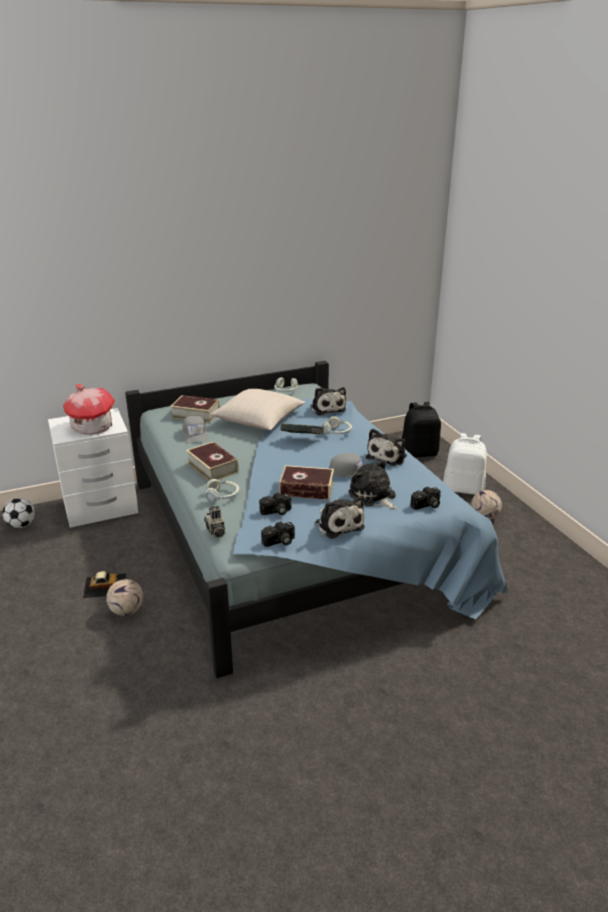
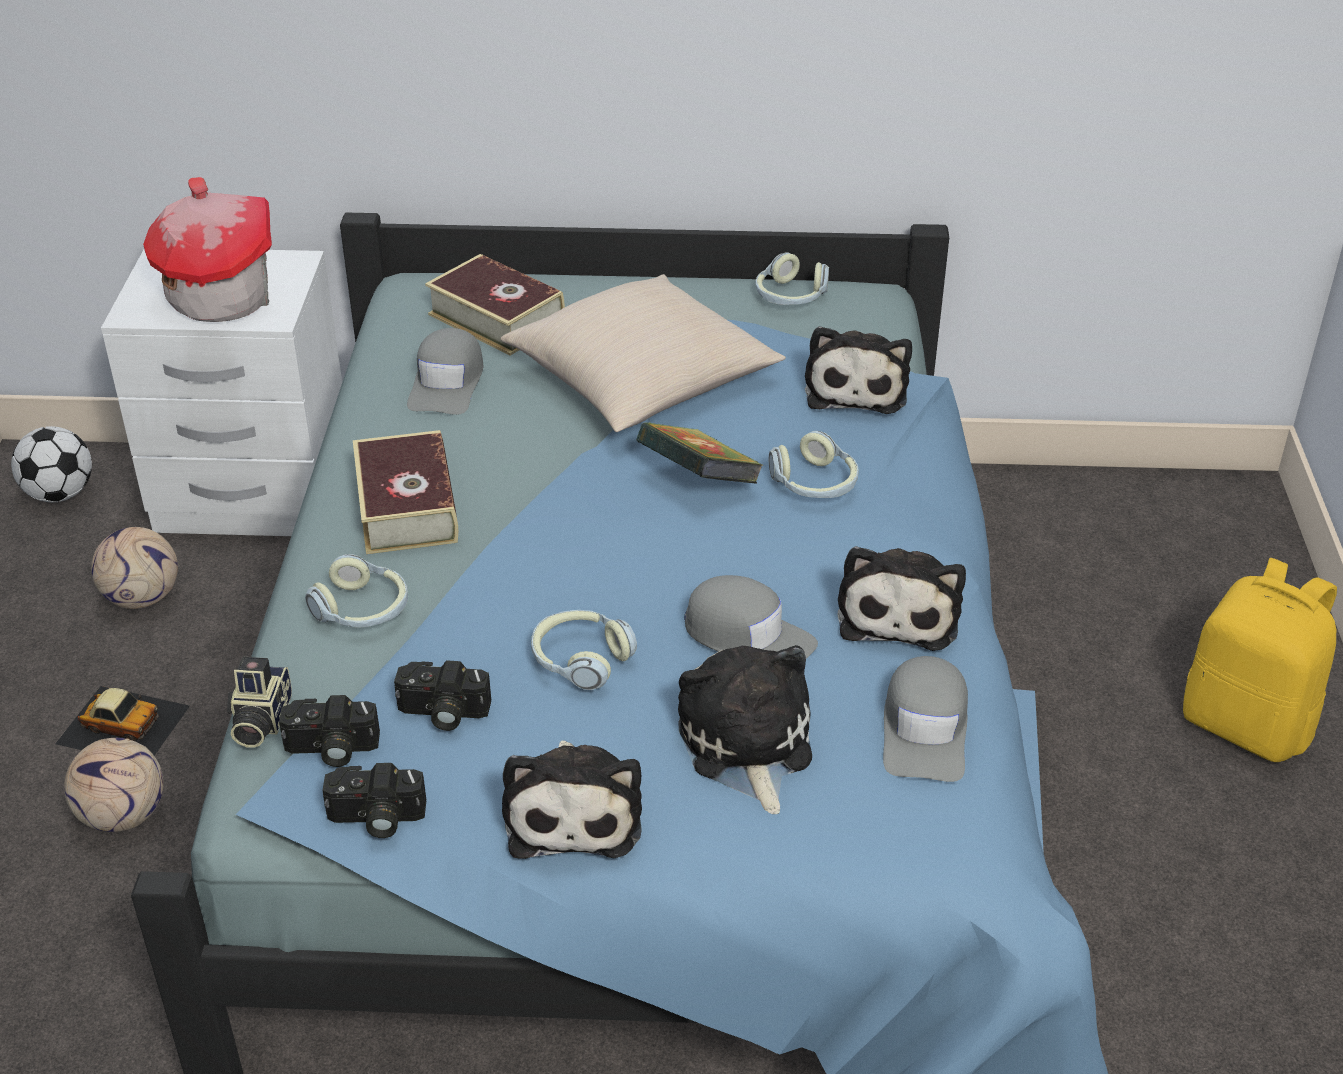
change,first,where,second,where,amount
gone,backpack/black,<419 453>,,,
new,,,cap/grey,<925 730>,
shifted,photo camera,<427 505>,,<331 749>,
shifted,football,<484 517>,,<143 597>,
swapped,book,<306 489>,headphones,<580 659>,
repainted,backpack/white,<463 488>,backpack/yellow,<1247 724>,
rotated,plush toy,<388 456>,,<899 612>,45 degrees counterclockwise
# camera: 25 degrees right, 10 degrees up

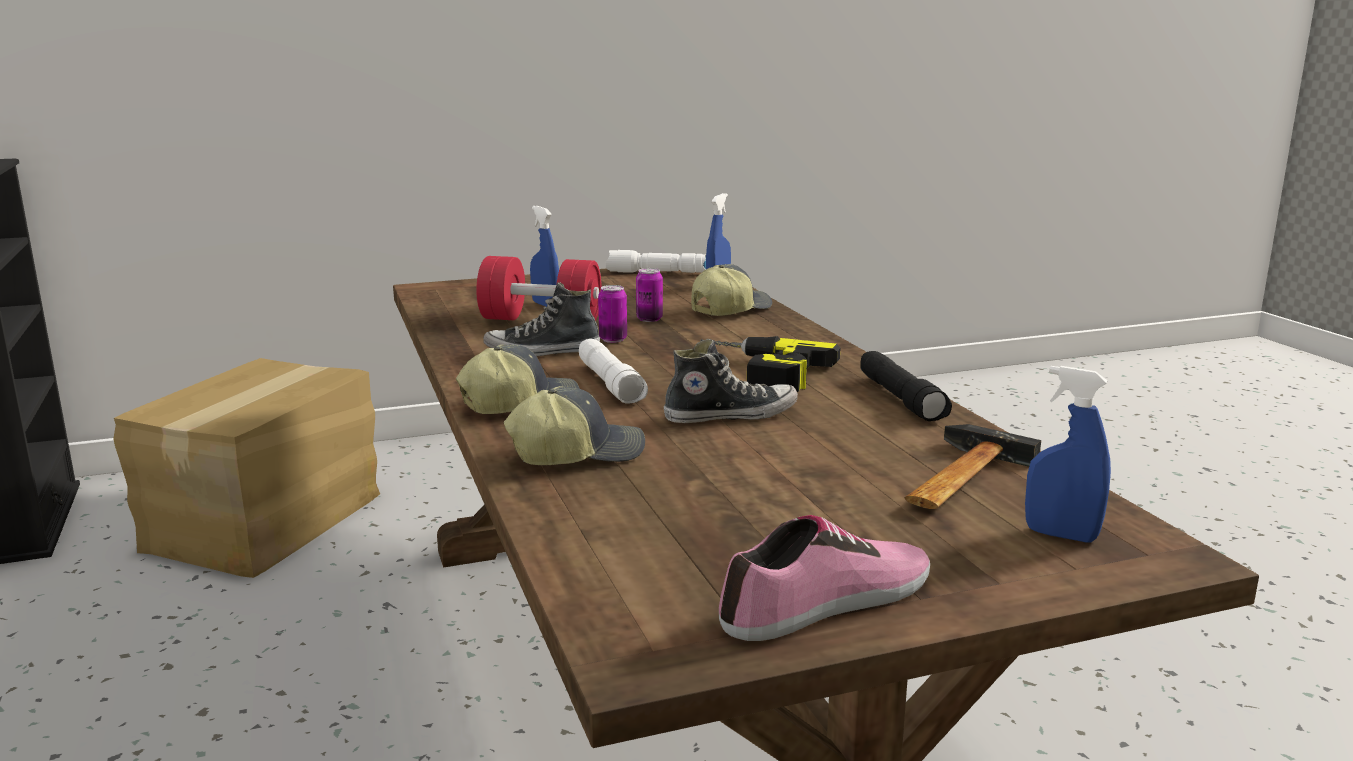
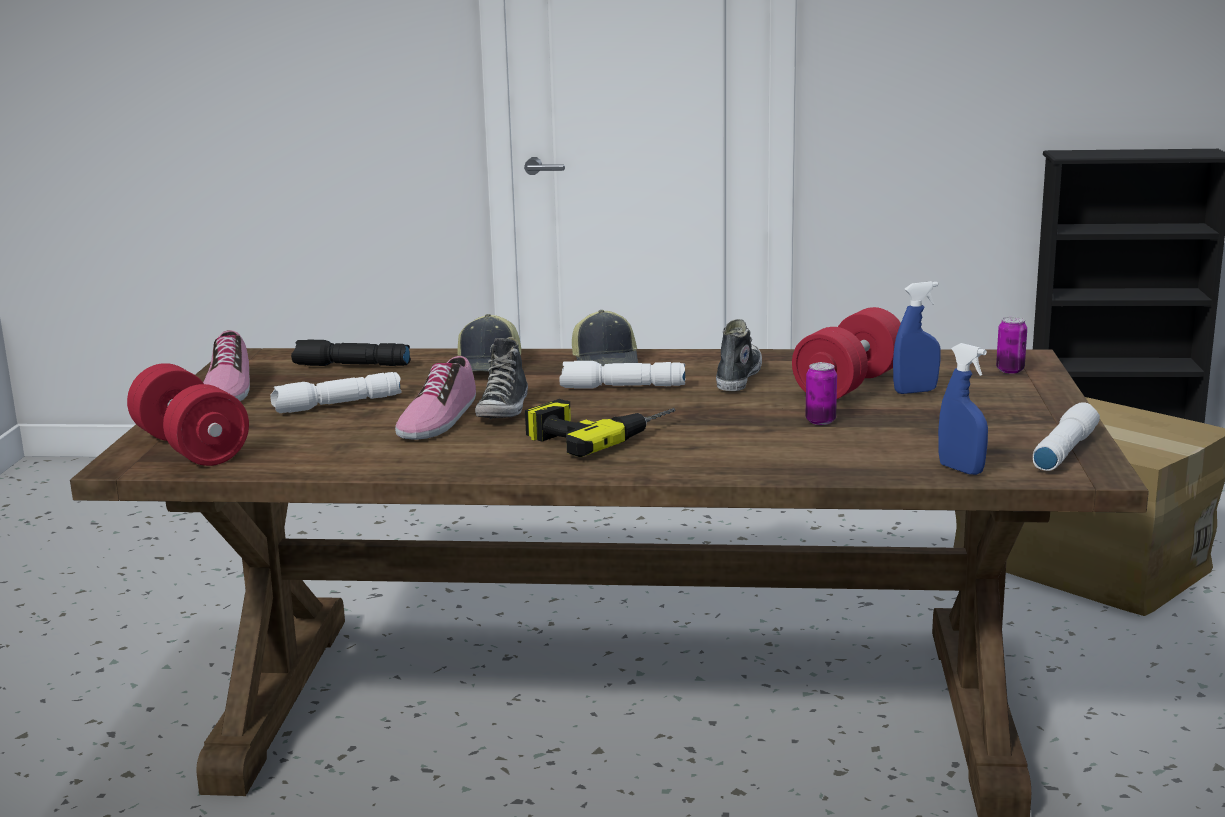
change,first,where,second,where,amount
gone,cap,<729 309>,,,
gone,hammer,<956 479>,,,
new,,,flashlight/white,<337 405>,
new,,,shoe,<437 419>,
shifted,can,<613 339>,,<1010 370>,
shifted,flashlight/black,<902 399>,,<351 366>,
swapped,spray bottle/blue,<1061 535>,dumbbell/red,<191 448>,
# camera: 115 degrees right, 0 degrees up

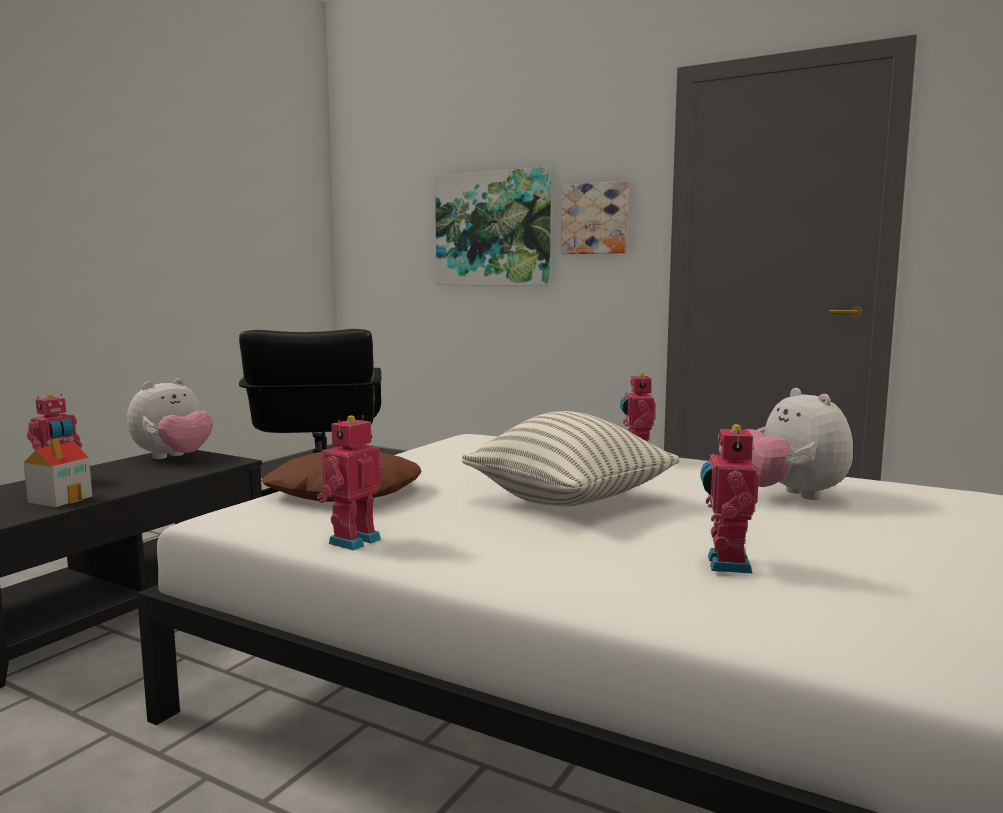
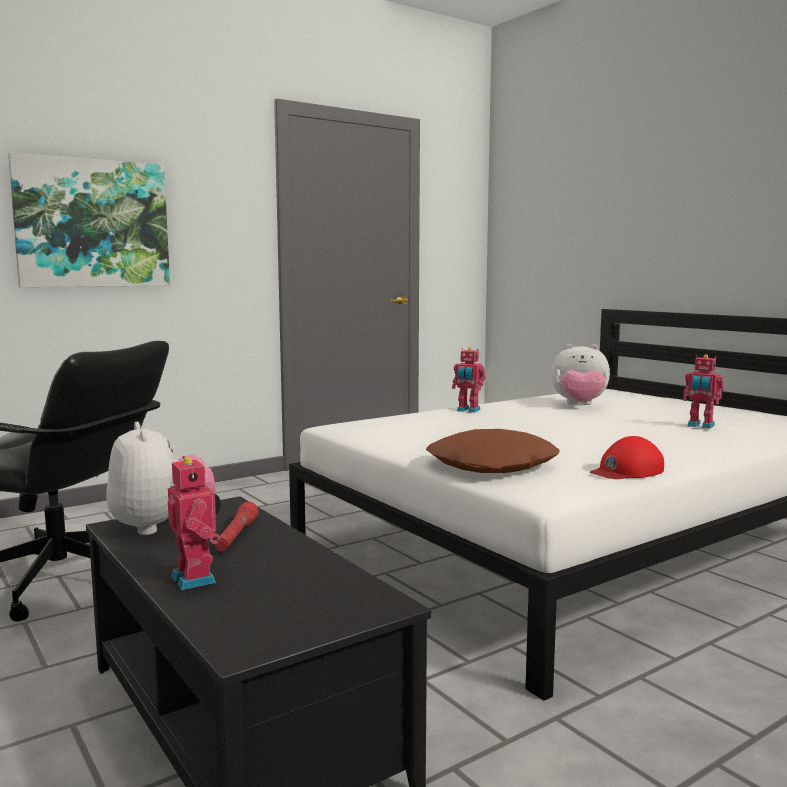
change,first,where,second,where,amount
gone,toy house,<61 499>,,,
gone,pillow,<569 502>,,,
gone,picture,<595 219>,,,
new,,,flashlight/red,<236 536>,
swapped,toy robot,<352 540>,cap/red,<626 471>,
# camera: 65 degrees left, 0 degrees up

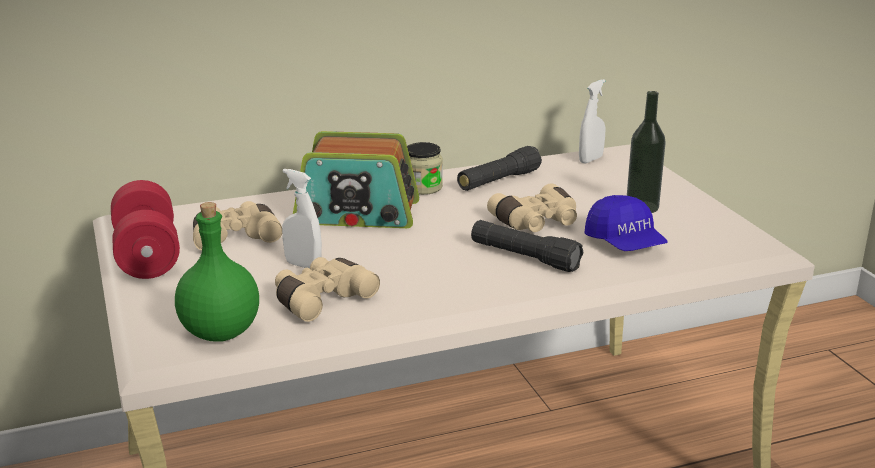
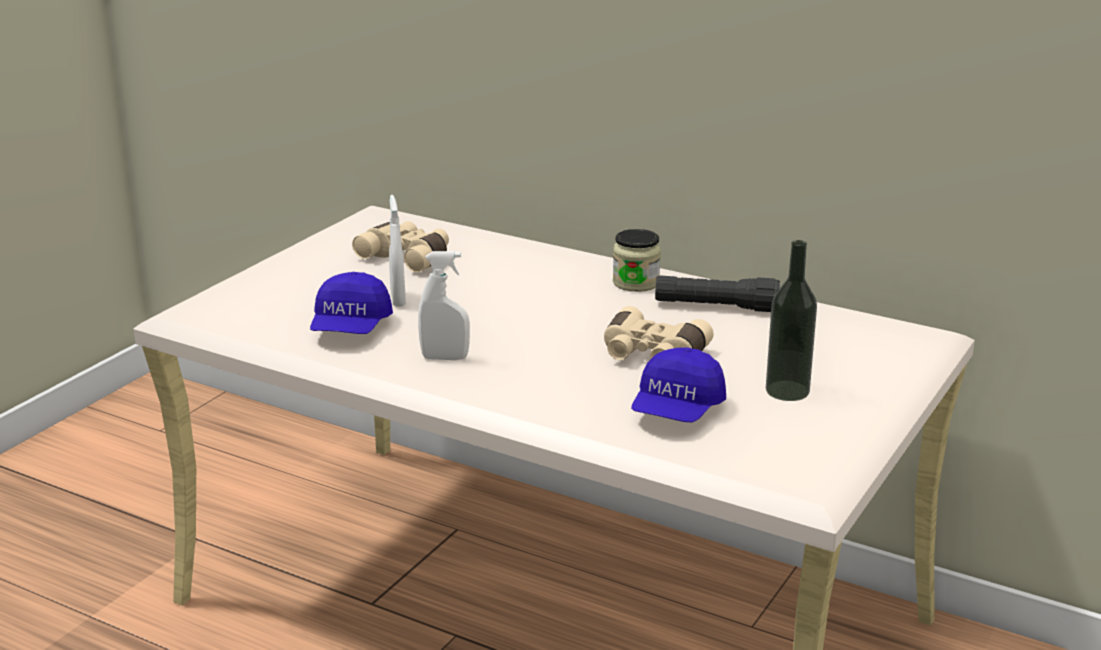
change,first,where,second,where,amount
gone,dumbbell/red,<147 255>,,,
gone,bottle/green,<221 333>,,,
gone,radio,<357 213>,,,
gone,flashlight/black,<524 257>,,,
shifted,spray bottle/white,<590 159>,,<445 358>,
swapped,binoculars/beige,<321 299>,cap/blue,<350 328>,
# camera: 50 degrees right, 0 degrees up

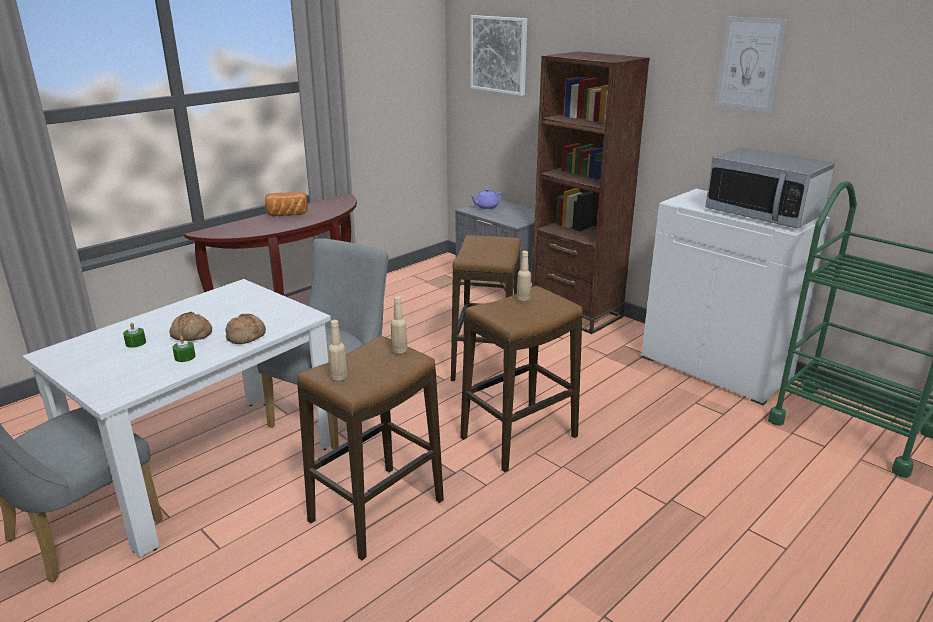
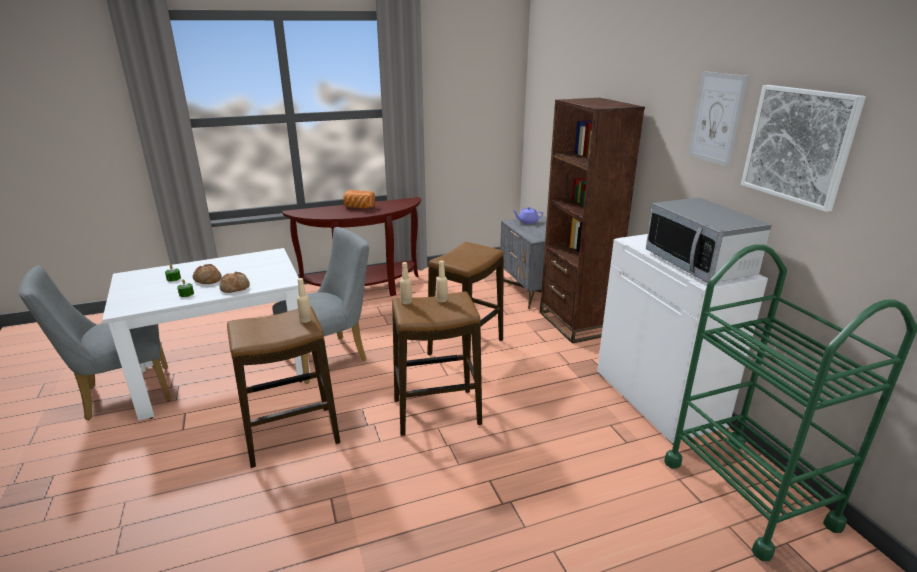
change,first,where,second,where,amount
shifted,bottle/beige,<339 378>,,<406 302>,
shifted,picture,<499 54>,,<798 145>,
# camera: 25 degrees right, 0 degrees up

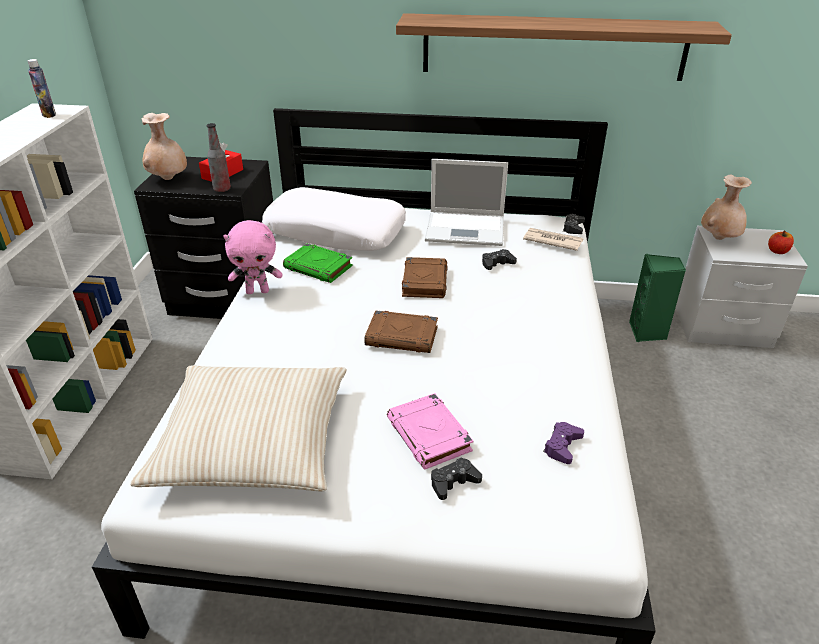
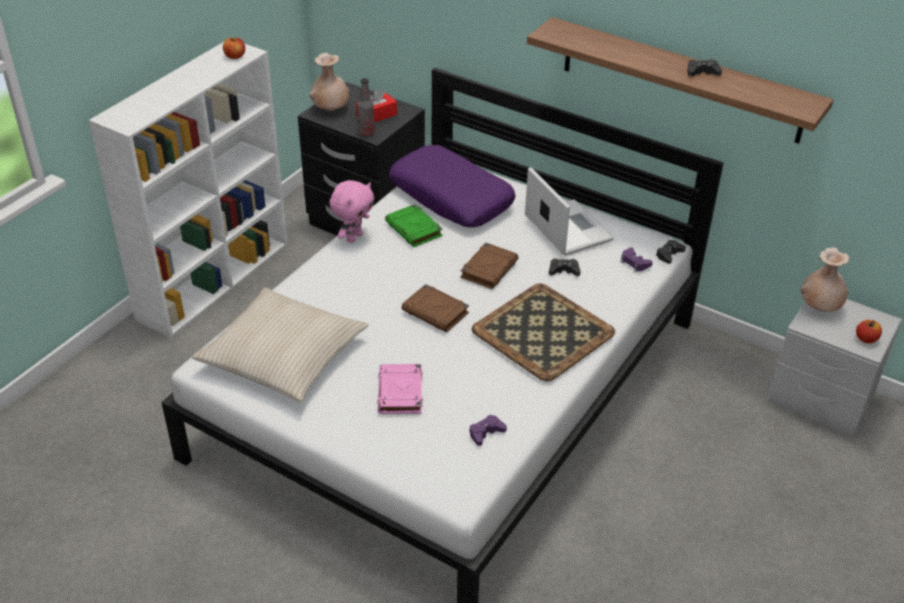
change,first,where,second,where,amount
gone,speaker/green,<647 332>,,,
new,,,tray,<544 332>,
shifted,game controller/black,<453 482>,,<702 72>,
swapped,bottle,<49 115>,apple,<235 56>,
swapped,newspaper,<552 241>,game controller/purple,<634 263>,
repainted,pillow/white,<336 232>,pillow/purple,<452 197>,
rotated,plush toy/pink,<258 291>,,<354 237>,75 degrees counterclockwise
rotated,laptop,<467 229>,,<566 227>,150 degrees counterclockwise
# camera: 25 degrees right, 5 degrees up

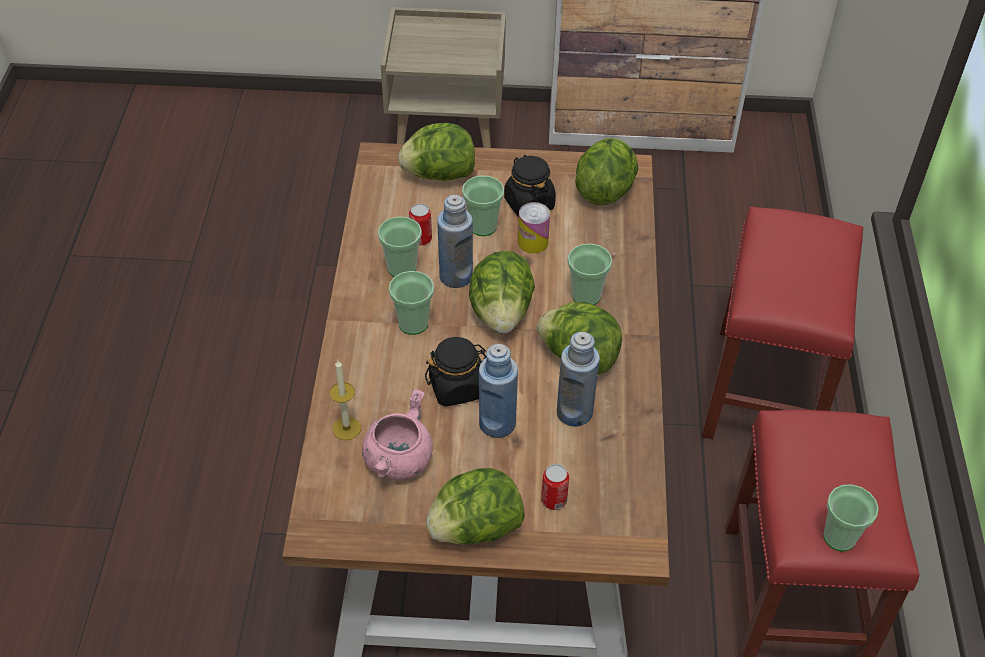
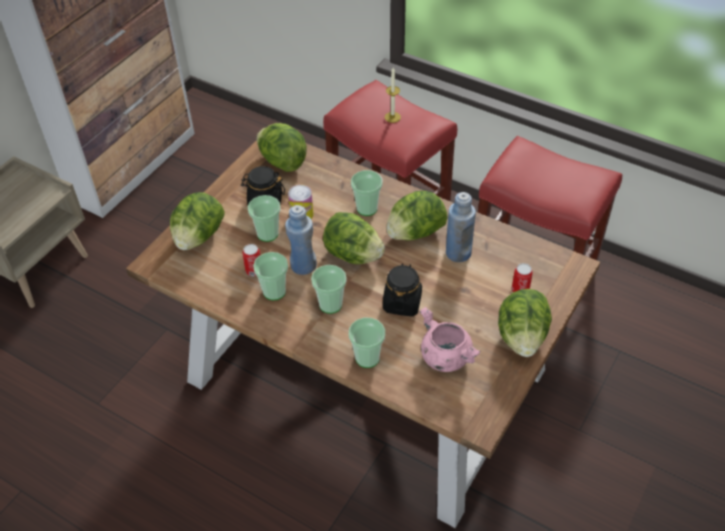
change,first,where,second,where,amount
gone,bottle/blue,<497 423>,,,
shifted,candle,<346 428>,,<392 117>,
shifted,cup,<839 537>,,<367 358>,
# camera: 60 degrees left, 0 degrees up

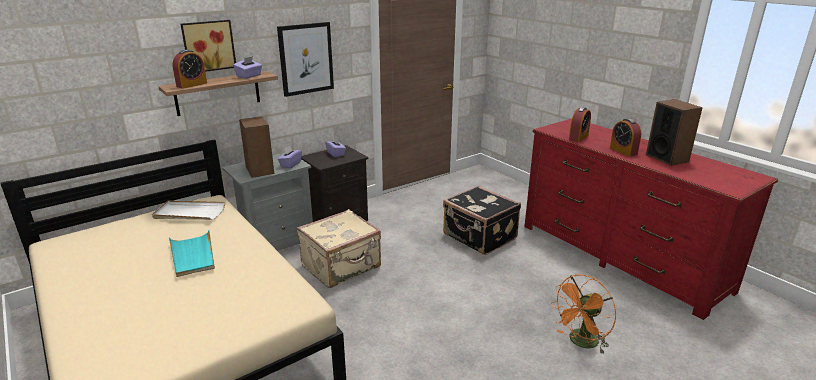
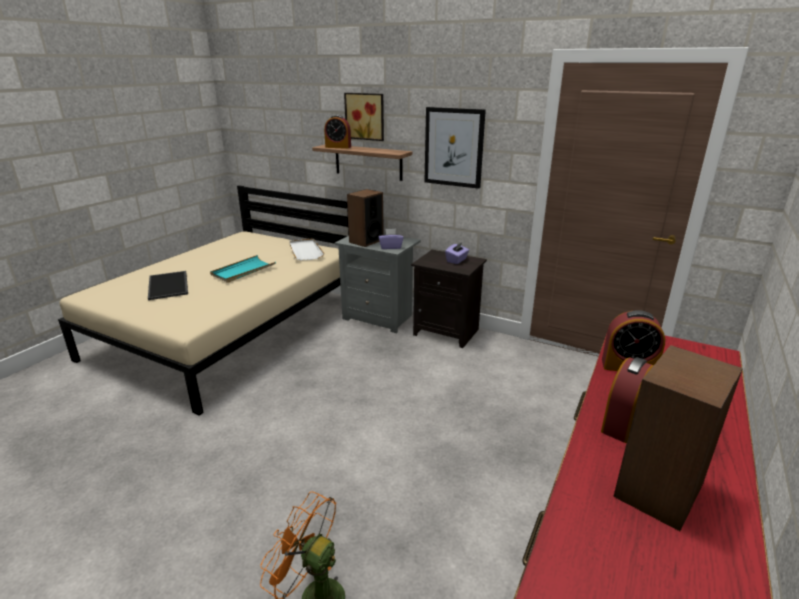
change,first,where,second,where,amount
gone,tissue box/purple,<249 76>,,,
gone,suitcase/beige,<342 267>,,,
gone,suitcase/black,<479 237>,,,
new,,,tray,<169 285>,
# camera: 65 degrees right, 0 degrees up

